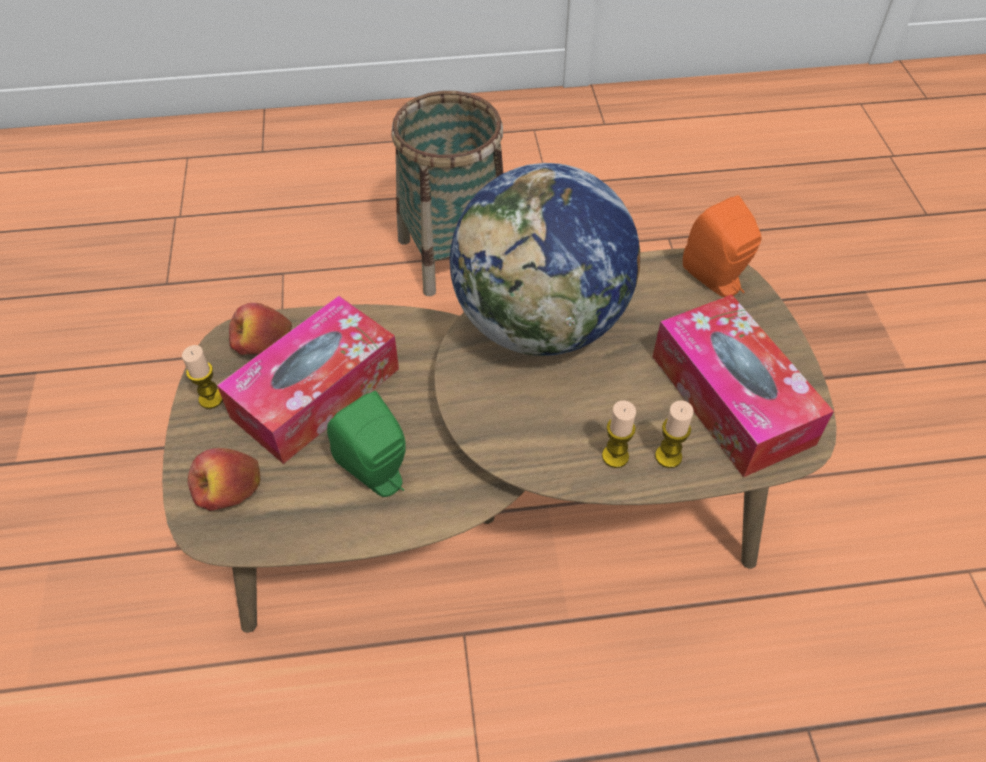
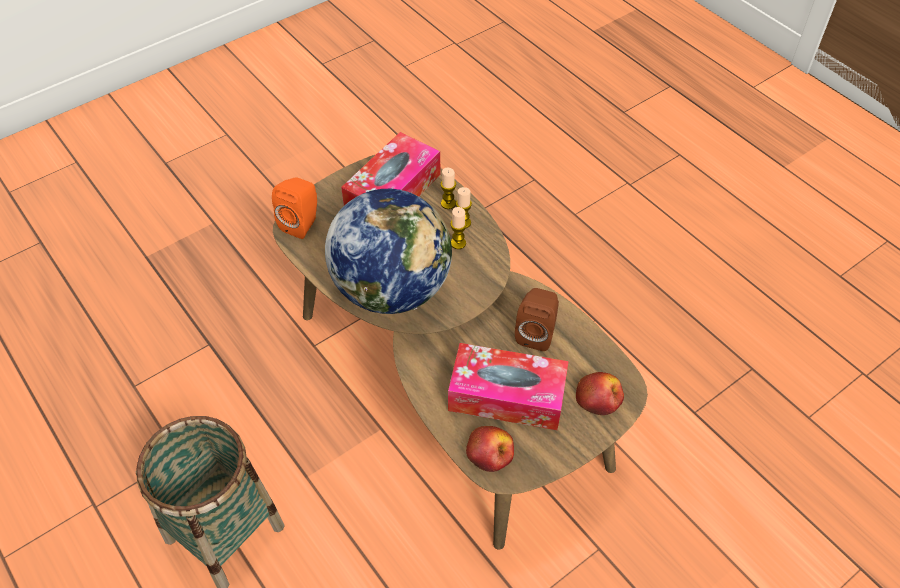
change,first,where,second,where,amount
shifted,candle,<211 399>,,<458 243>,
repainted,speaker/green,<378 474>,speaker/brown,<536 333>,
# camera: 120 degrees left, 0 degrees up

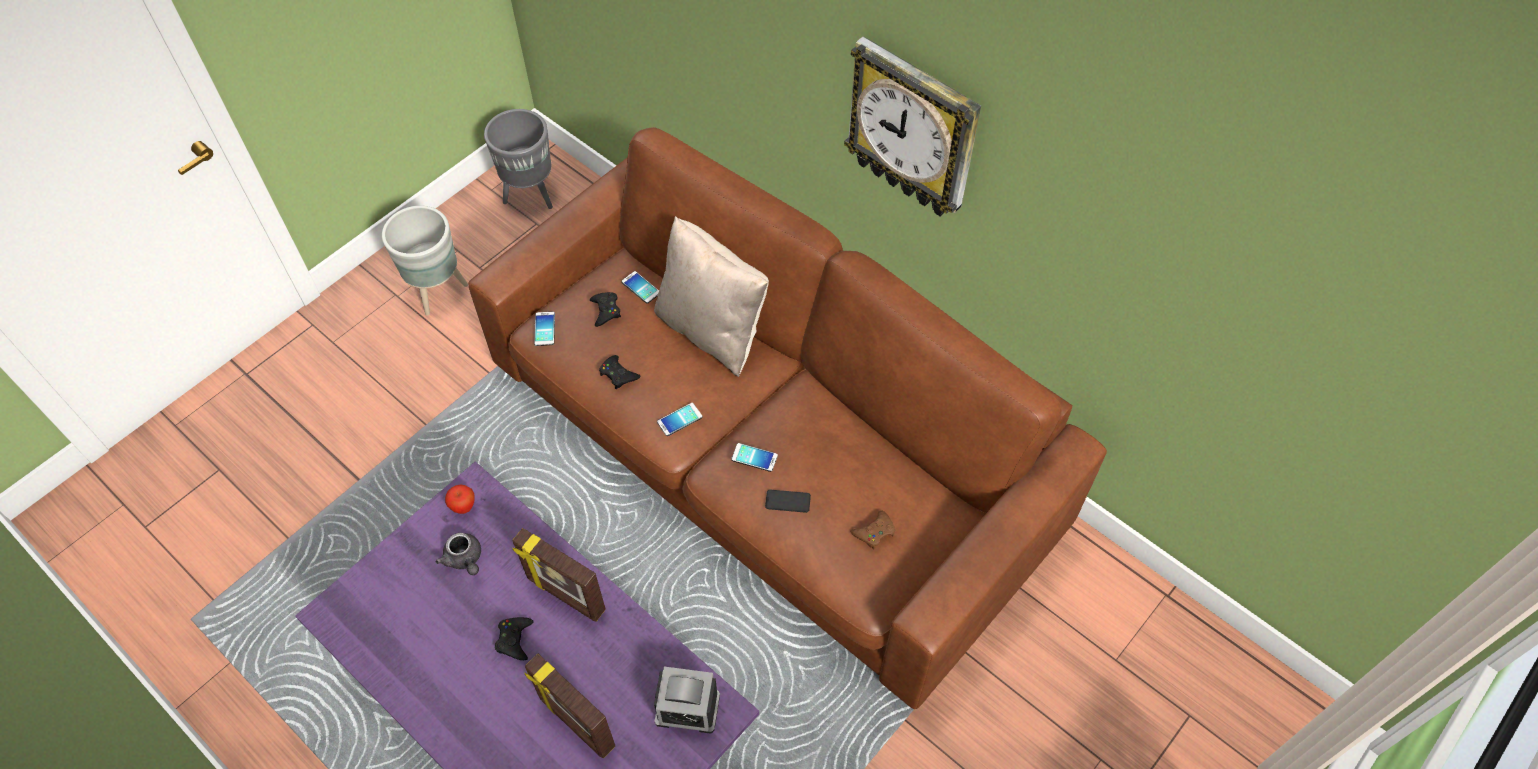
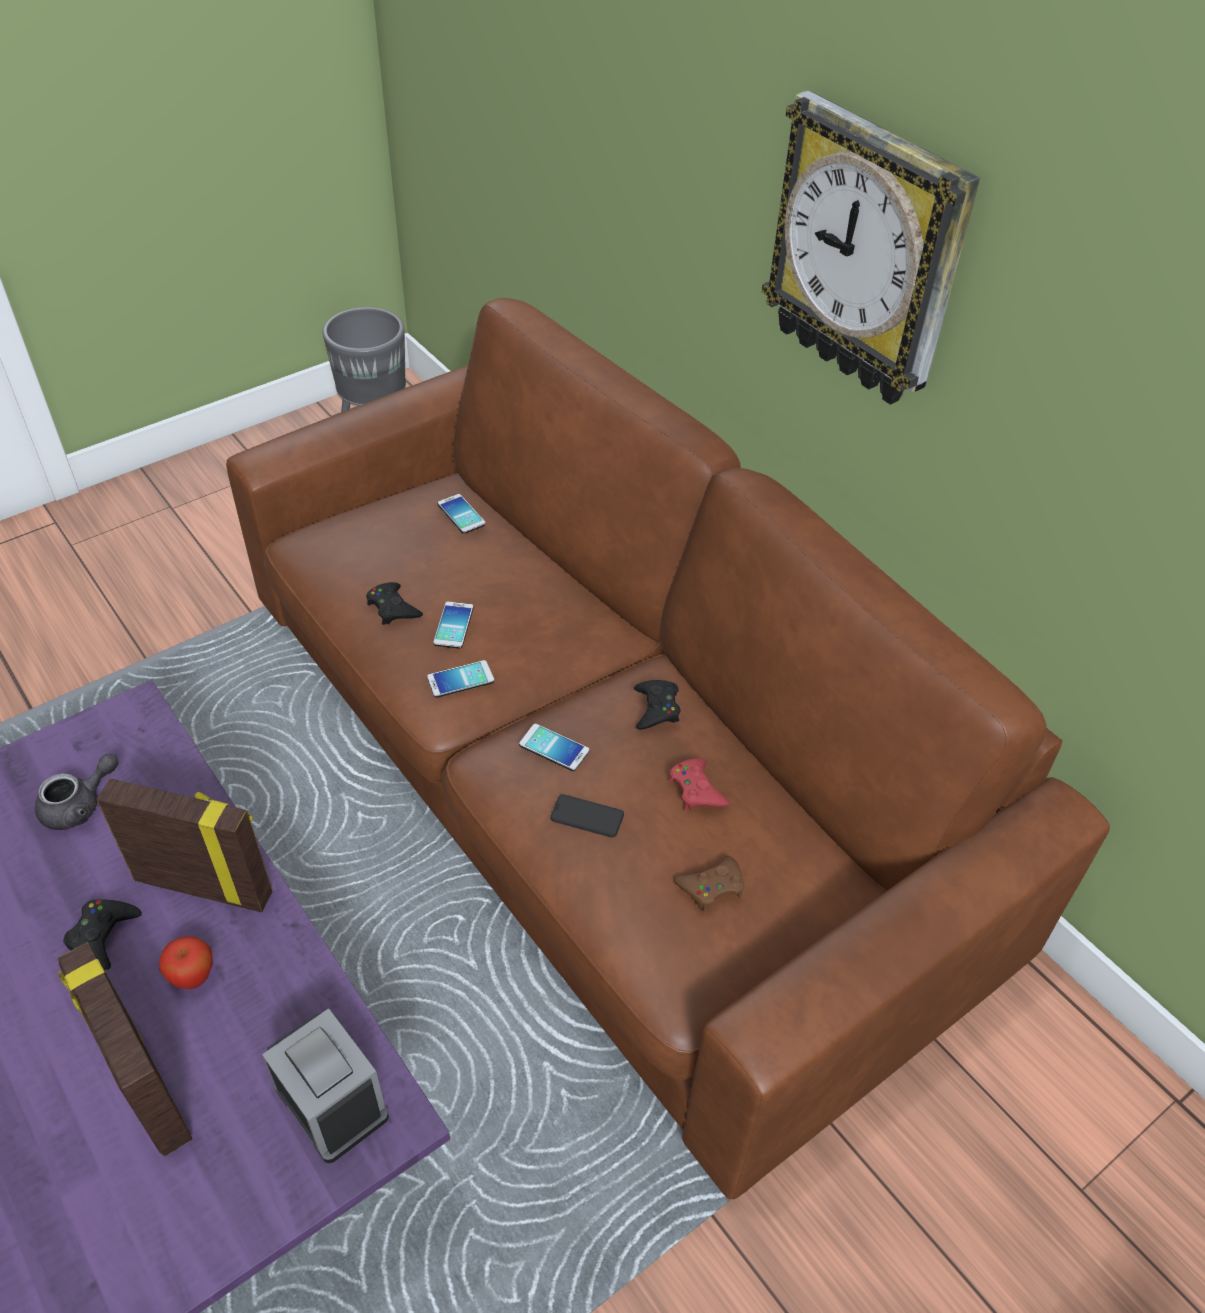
change,first,where,second,where,amount
gone,planter/grey,<438 292>,,,
gone,pillow/beige,<711 329>,,,
new,,,game controller/red,<696 789>,
shifted,apple,<464 507>,,<193 977>,
shifted,phone,<544 329>,,<453 625>,
shifted,game controller/black,<606 311>,,<656 708>,
rotated,teapot/grey,<465 559>,,<80 806>,105 degrees counterclockwise
rotated,picture frame,<565 595>,,<205 885>,150 degrees clockwise
rotated,alarm clock,<687 708>,,<332 1102>,150 degrees counterclockwise
# camera: 10 degrees right, 10 degrees down

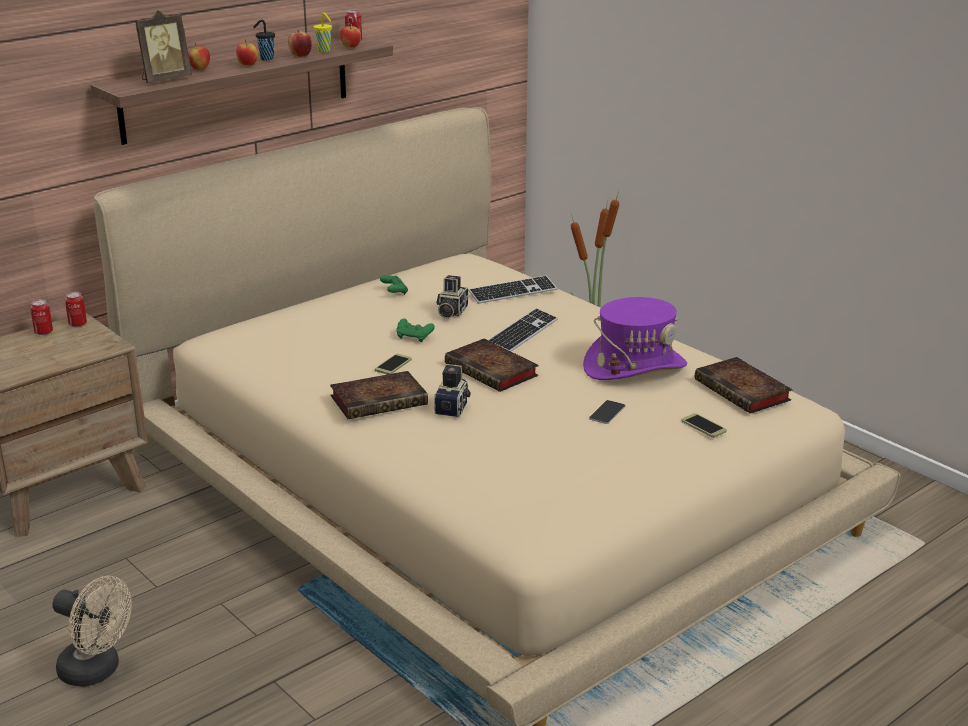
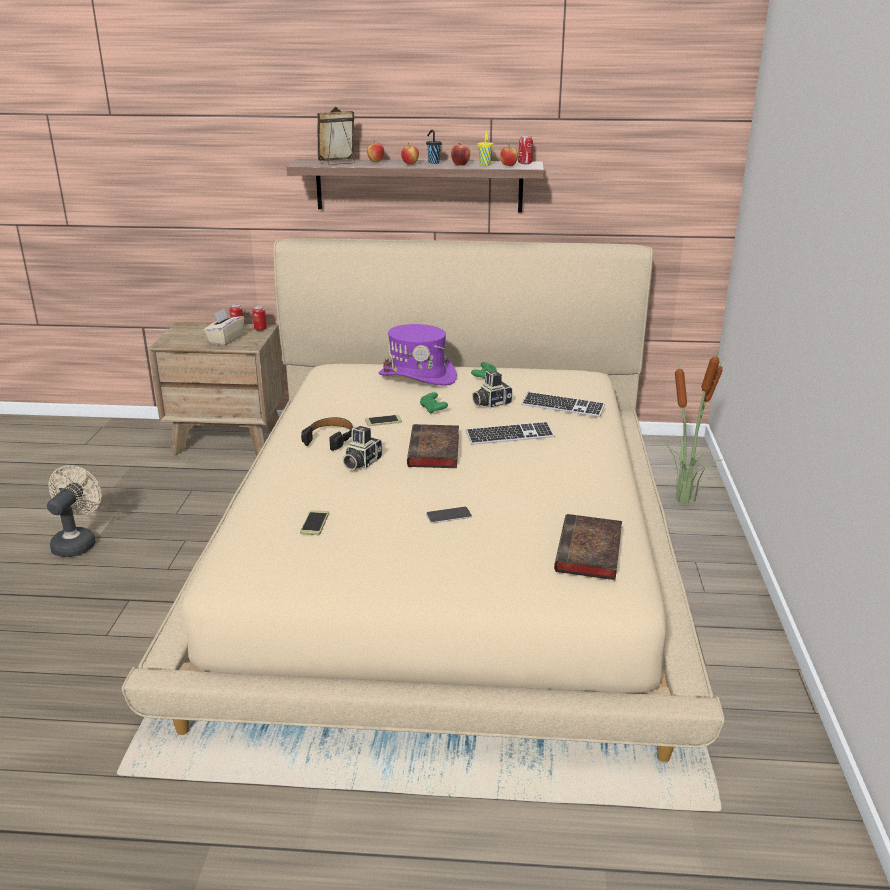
change,first,where,second,where,amount
new,,,tissue box/beige,<225 340>,
shifted,hat/purple,<635 366>,,<417 376>,
shifted,phone,<703 426>,,<314 523>,
swapped,book,<380 400>,headphones/black,<330 439>,
rotated,fan/beige,<97 671>,,<77 542>,150 degrees counterclockwise
rotated,picture frame,<164 80>,,<338 163>,150 degrees clockwise
rotated,photo camera,<454 407>,,<361 463>,150 degrees clockwise
# camera: 45 degrees right, 0 degrees up

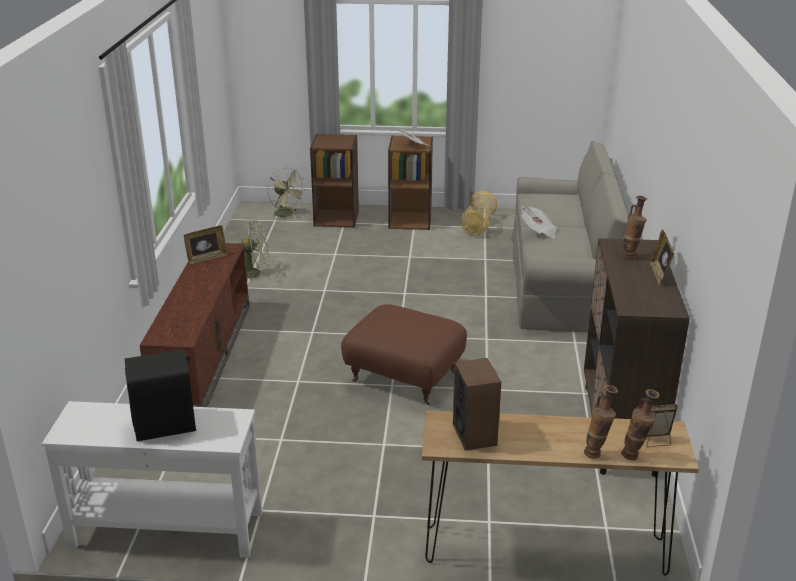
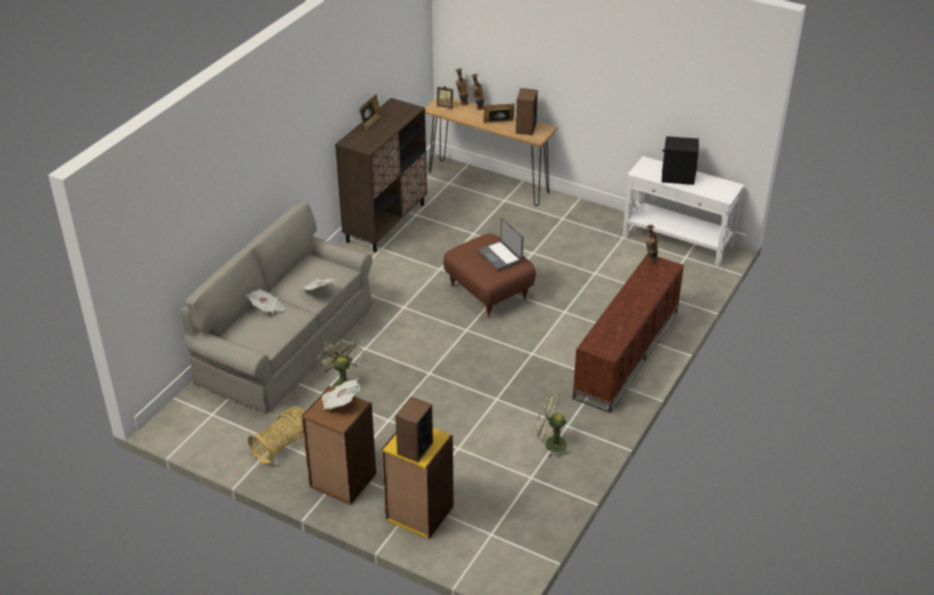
change,first,where,second,where,amount
new,,,newspaper,<267 308>,
new,,,speaker,<414 448>,
new,,,laptop,<500 256>,
shifted,picture frame,<206 258>,,<498 123>,
shifted,fan/green,<287 214>,,<341 383>,
shifted,vase,<631 256>,,<649 261>,
repainted,bookcase/brown,<336 218>,bookcase/yellow,<419 514>,
# camera: 155 degrees left, 10 degrees up

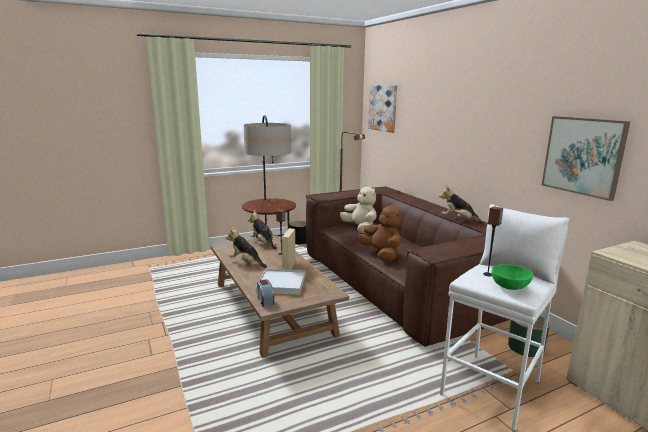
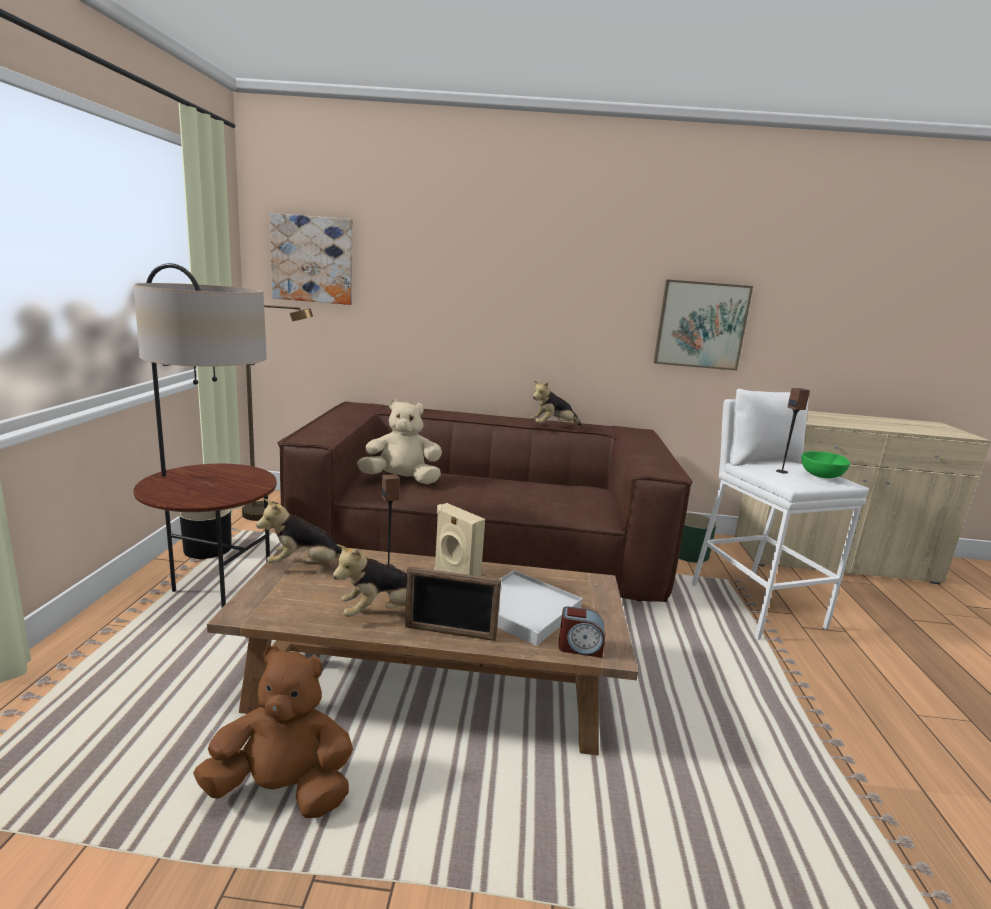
change,first,where,second,where,amount
new,,,picture frame,<450 633>,
shifted,plush toy/brown,<381 255>,,<283 790>,
# camera: 60 degrees left, 0 degrees up

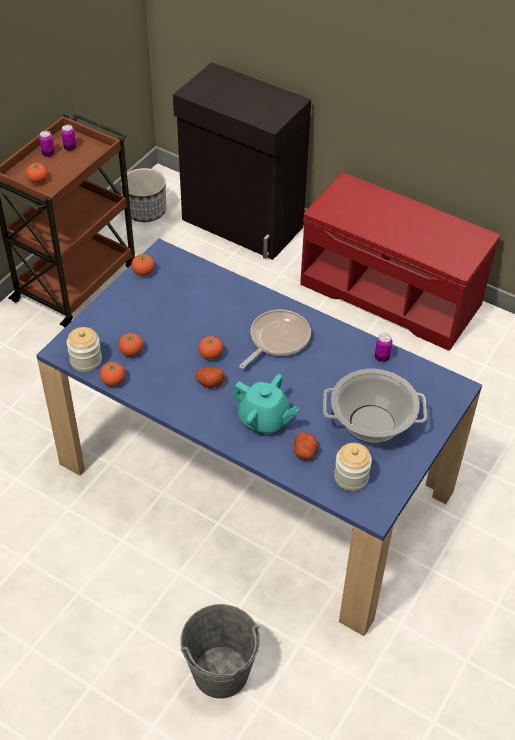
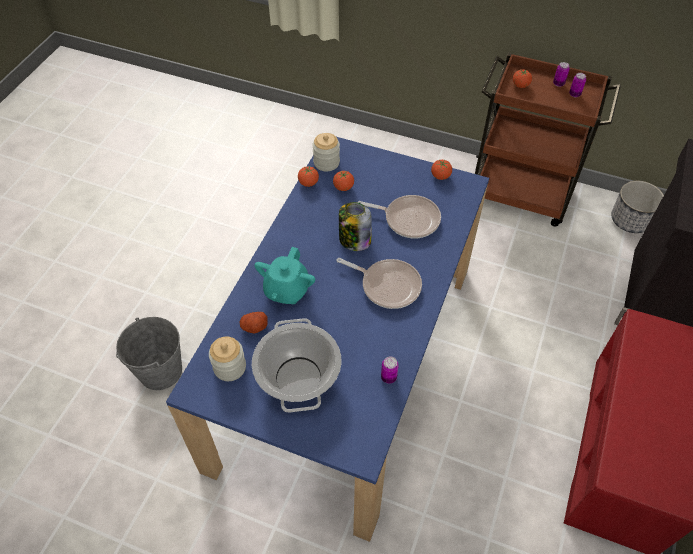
change,first,where,second,where,amount
gone,potato,<210 382>,,,
new,,,frying pan,<408 219>,
swapped,tomato,<210 355>,jar,<354 240>,
# camera: 80 degrees right, 5 degrees up

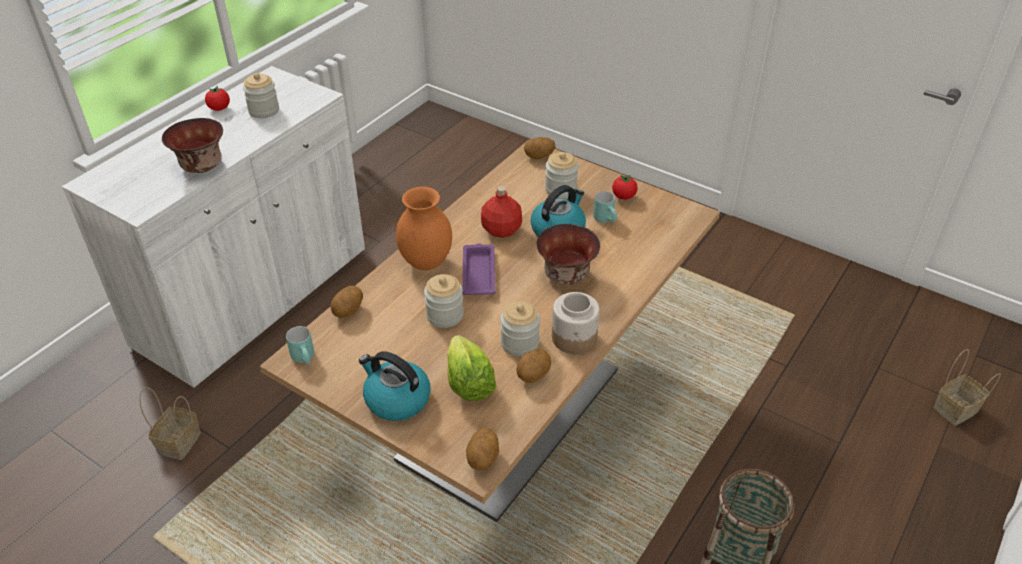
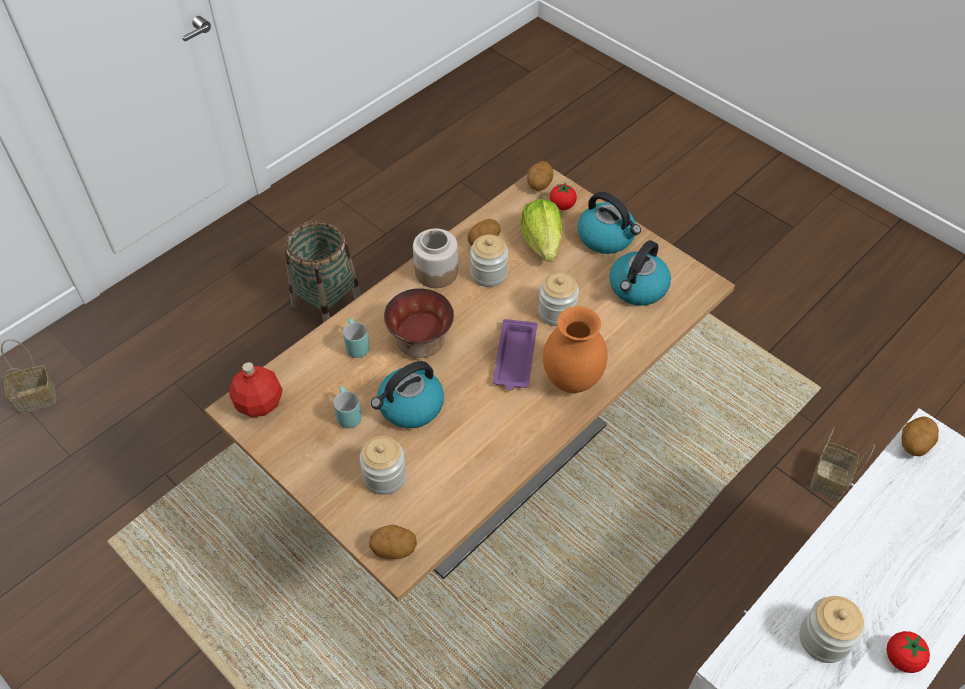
change,first,where,second,where,amount
gone,bowl,<201 166>,,,
new,,,kettle,<637 288>,
shifted,mug/turquoise,<306 358>,,<355 345>,
shifted,potato,<349 311>,,<913 444>,
shifted,bottle/red,<502 230>,,<259 403>,
shifted,tomato,<623 196>,,<562 206>,
# camera: 170 degrees left, 10 degrees up

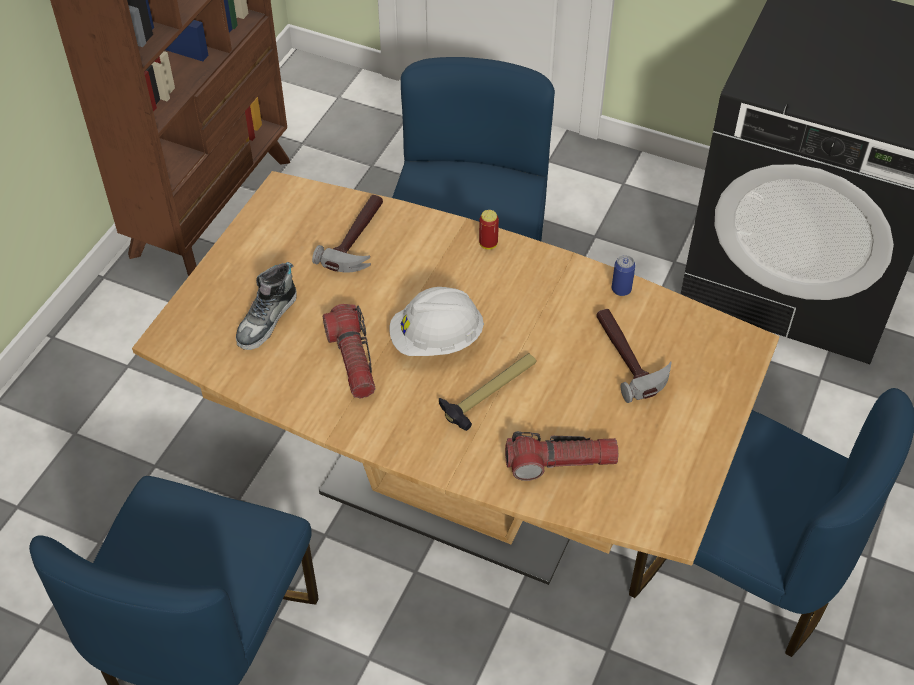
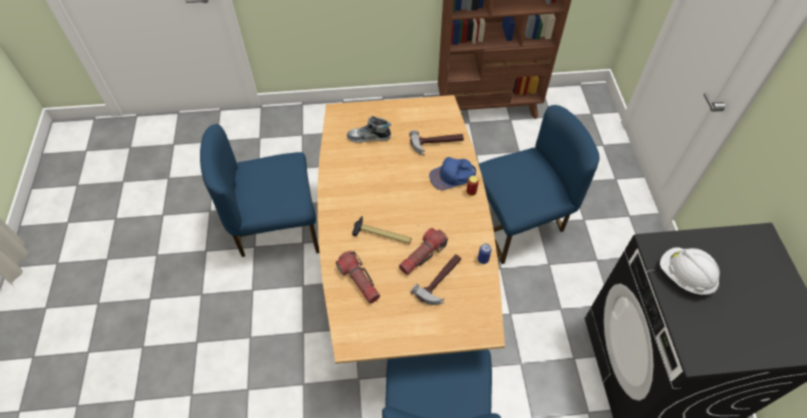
change,first,where,second,where,amount
new,,,cap/blue,<452 176>,
shifted,flashlight,<352 359>,,<422 255>,
shifted,hard hat/white,<436 340>,,<684 277>,
# camera: 60 degrees right, 5 degrees up

